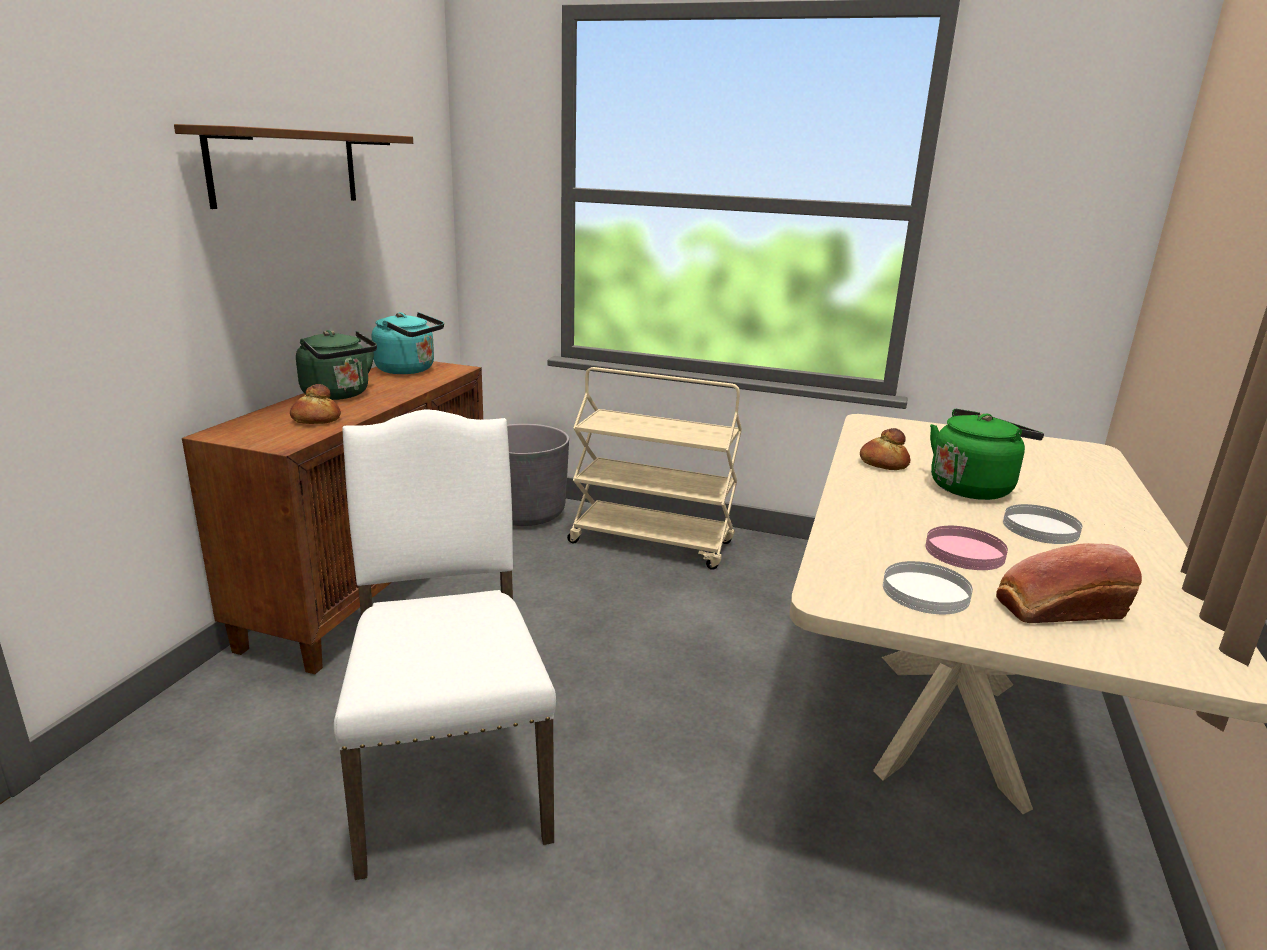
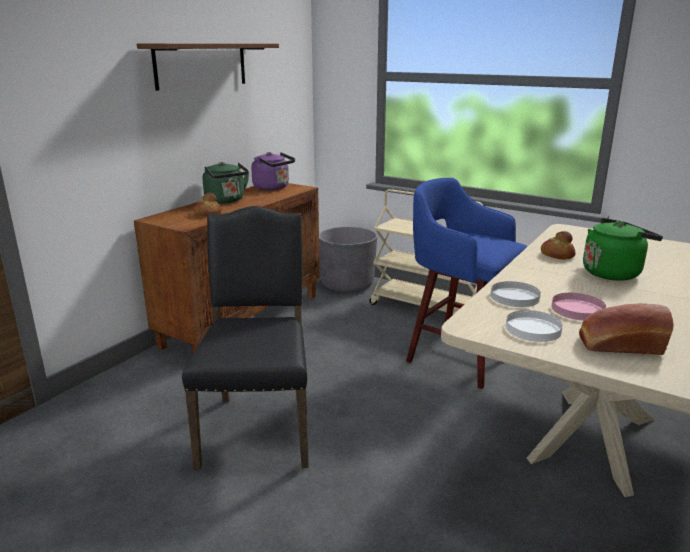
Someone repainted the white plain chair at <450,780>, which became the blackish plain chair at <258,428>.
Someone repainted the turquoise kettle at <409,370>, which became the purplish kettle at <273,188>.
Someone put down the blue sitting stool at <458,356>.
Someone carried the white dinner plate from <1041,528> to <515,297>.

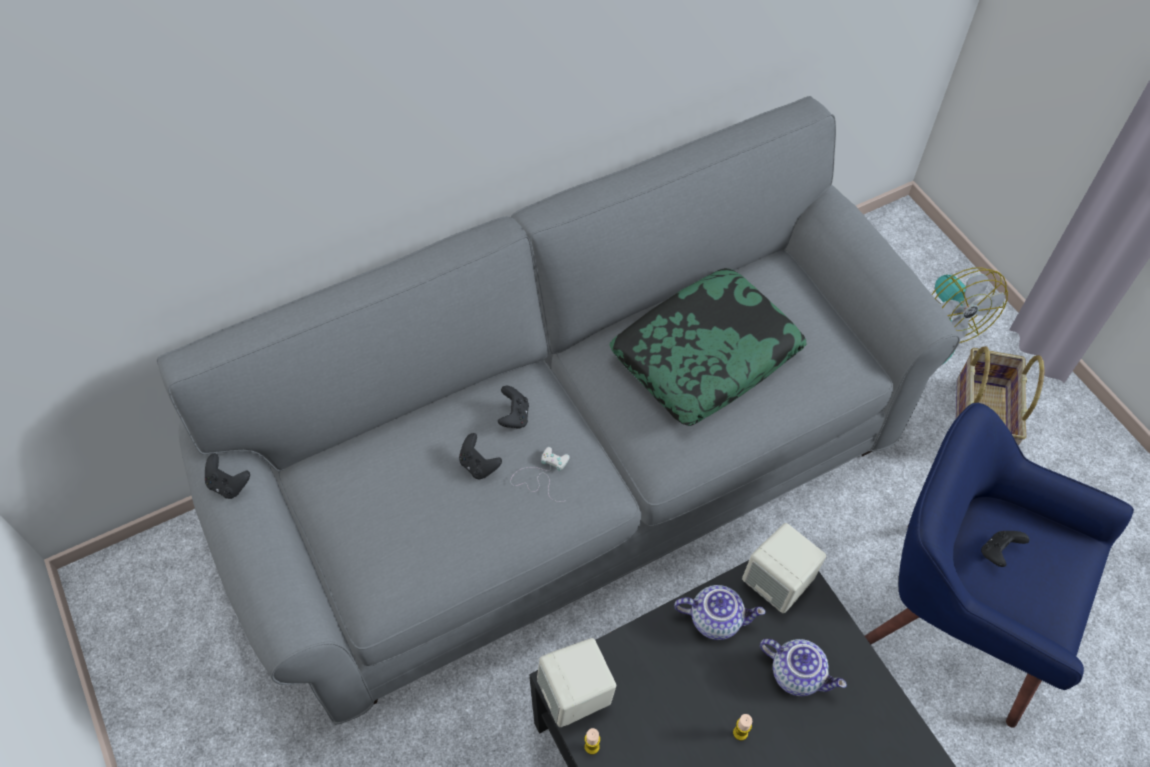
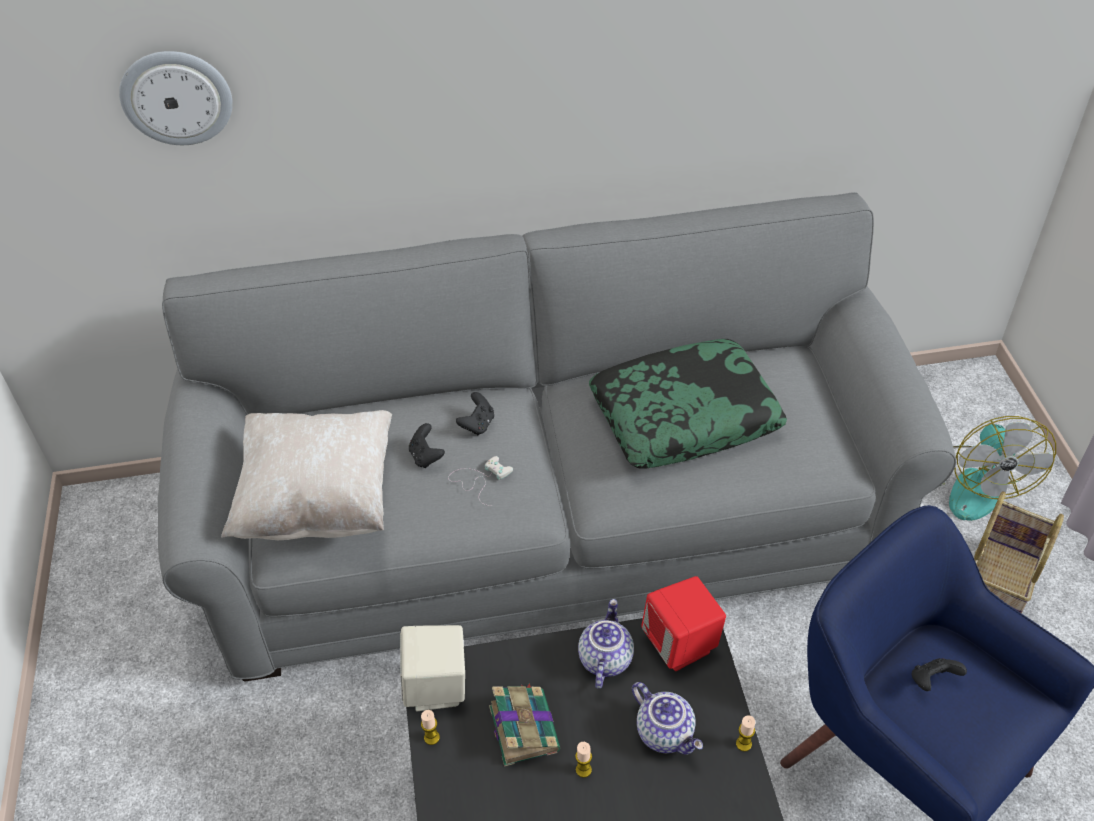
Someone put up the wall clock at <176,97>.
Someone put down the beige-coloured cushion at <318,499>.
Someone put down the book at <523,727>.
Someone rotated the pot for tea at <716,618> by 105 degrees counterclockwise.
Someone repainted the beige-coloured speaker at <778,583>, which became the red-coloured speaker at <681,644>.
Someone put down the wax candle at <743,744>.
Someone took away the blackish gamepad at <228,485>.

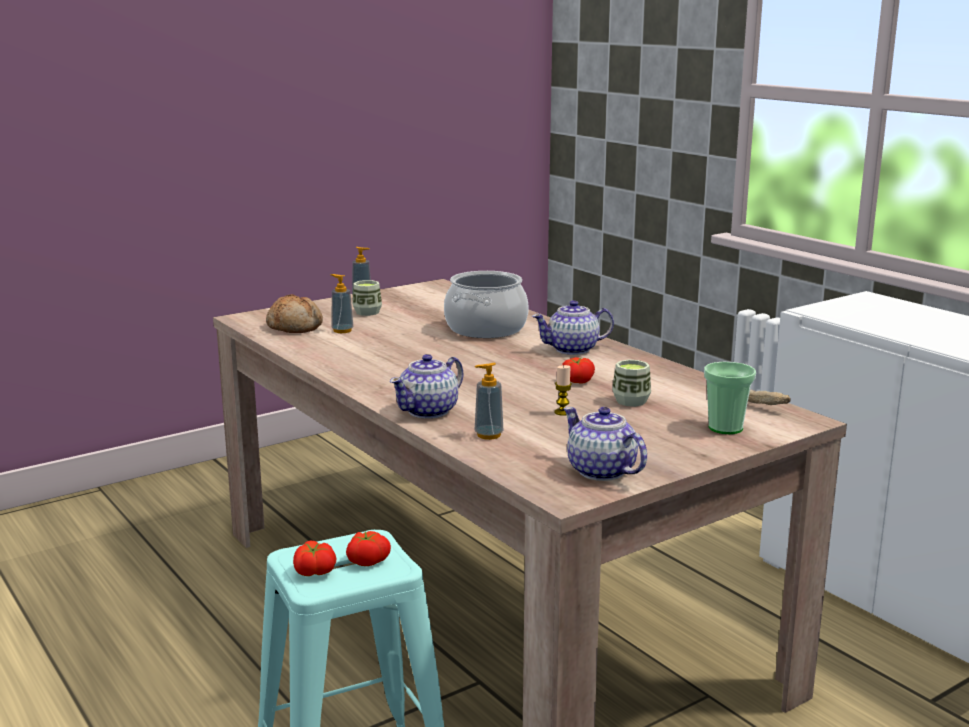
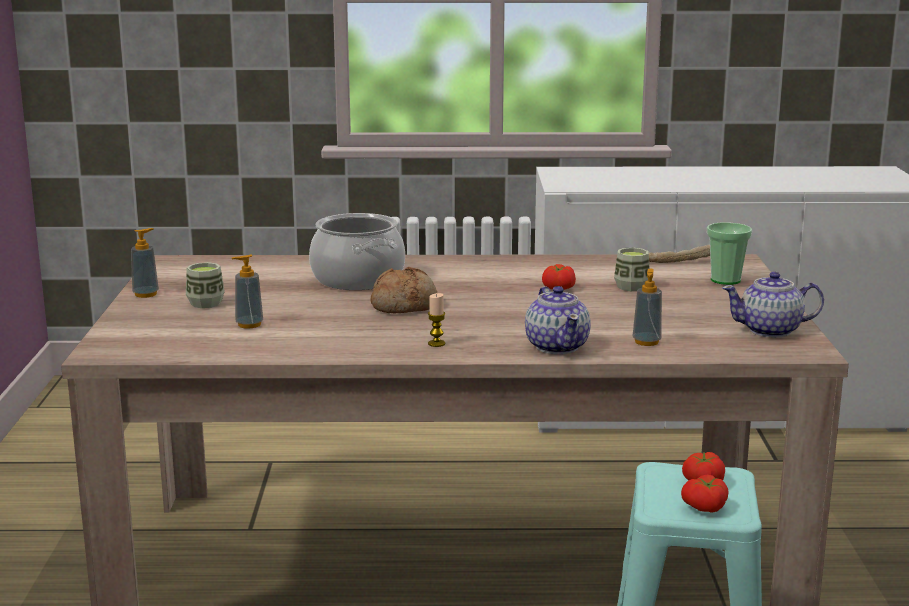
Someone carried the bakery bread from <295,327> to <404,305>.
Someone carried the wax candle from <562,412> to <436,344>.
Someone took away the pot for tea at <573,349>.

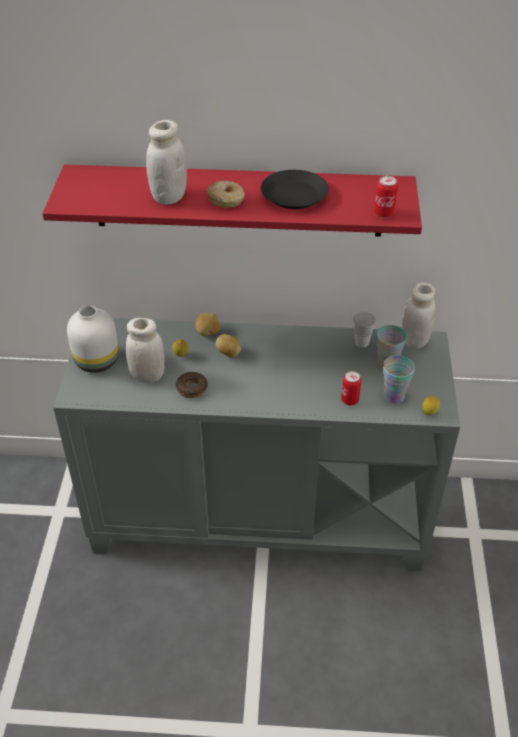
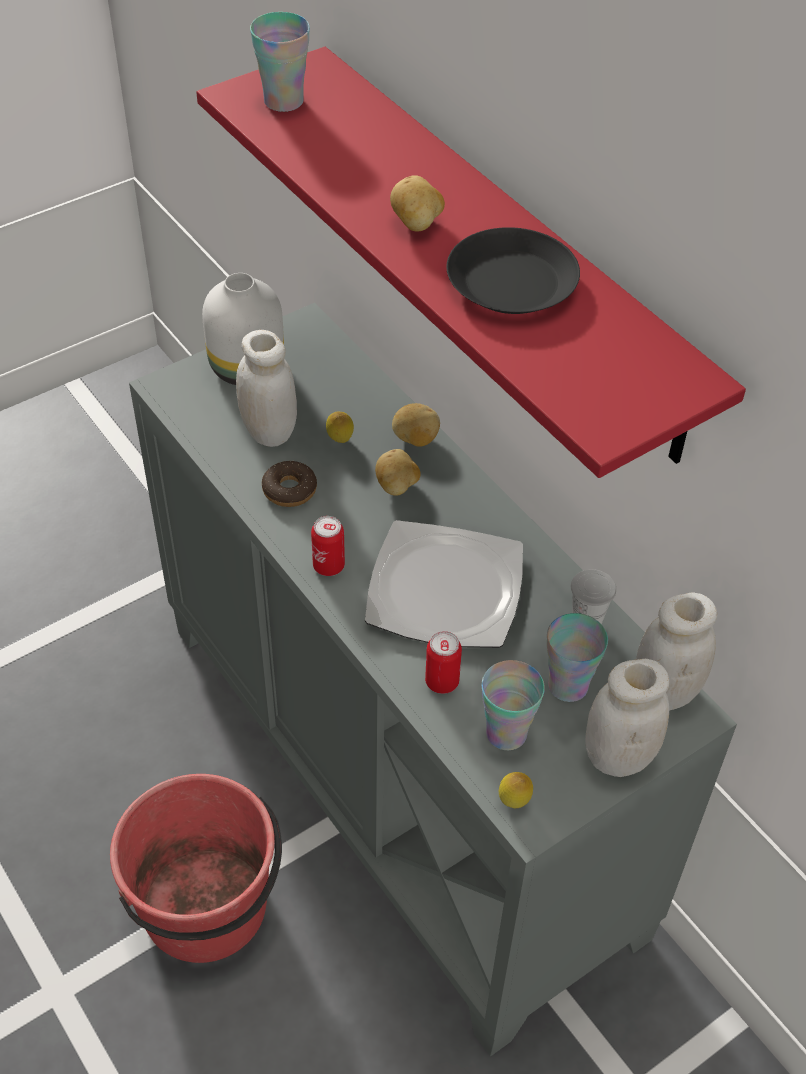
Someone put down the red-coloured pail at <206,907>.
Someone put down the drinking cup at <283,101>.
Someone carried the metal can from <383,213> to <328,566>.
Someone put down the dinner plate at <443,590>.
Someone swapped the ring doughnut at <226,199> for the potato at <416,224>.
Someone carried the white storage jar from <169,197> to <618,756>.

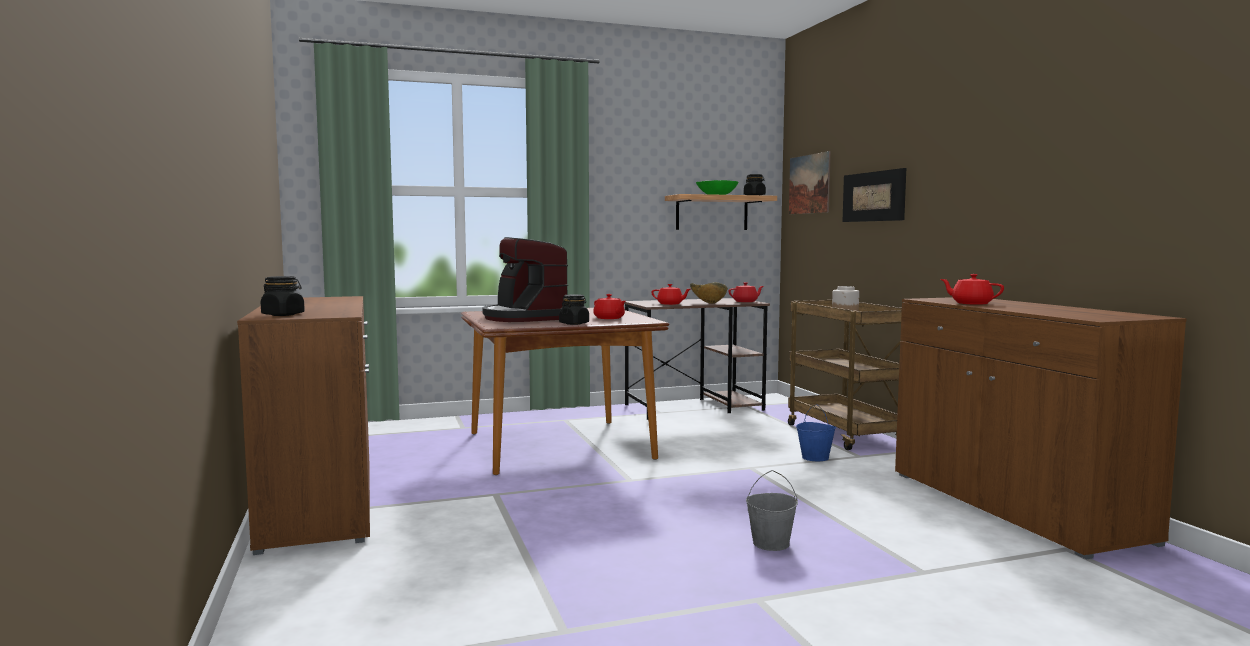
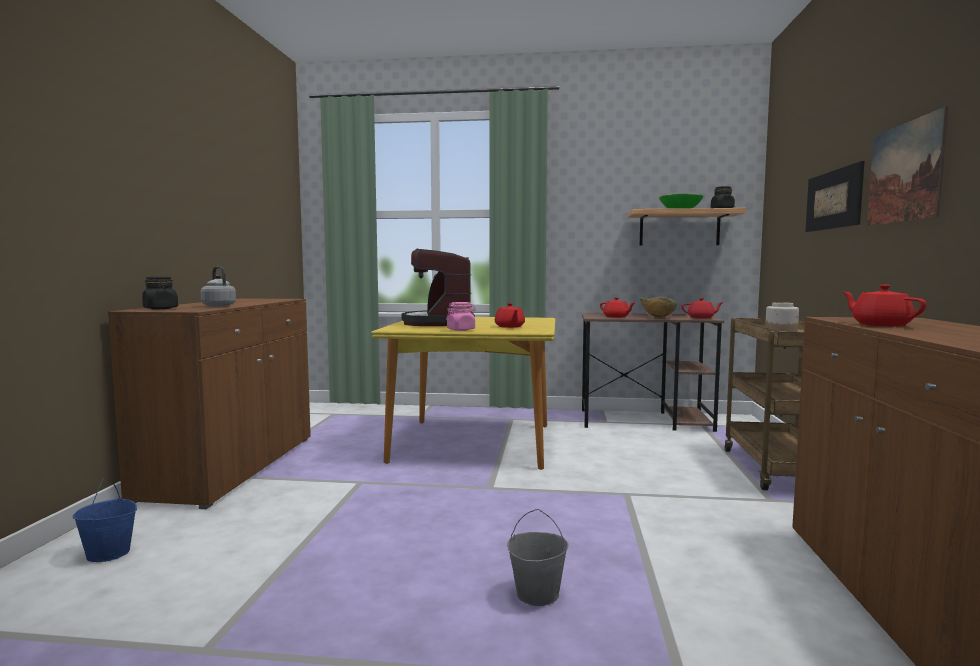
Someone carried the blue pail from <815,458> to <109,553>.
Someone put down the greyish kettle at <218,306>.
Someone repainted the brownish dining table at <560,446>, which became the yellow-coloured dining table at <474,443>.
Someone repainted the blackish storage jar at <574,323>, which became the pink storage jar at <461,330>.
Someone carried the wall picture from <809,184> to <904,172>.

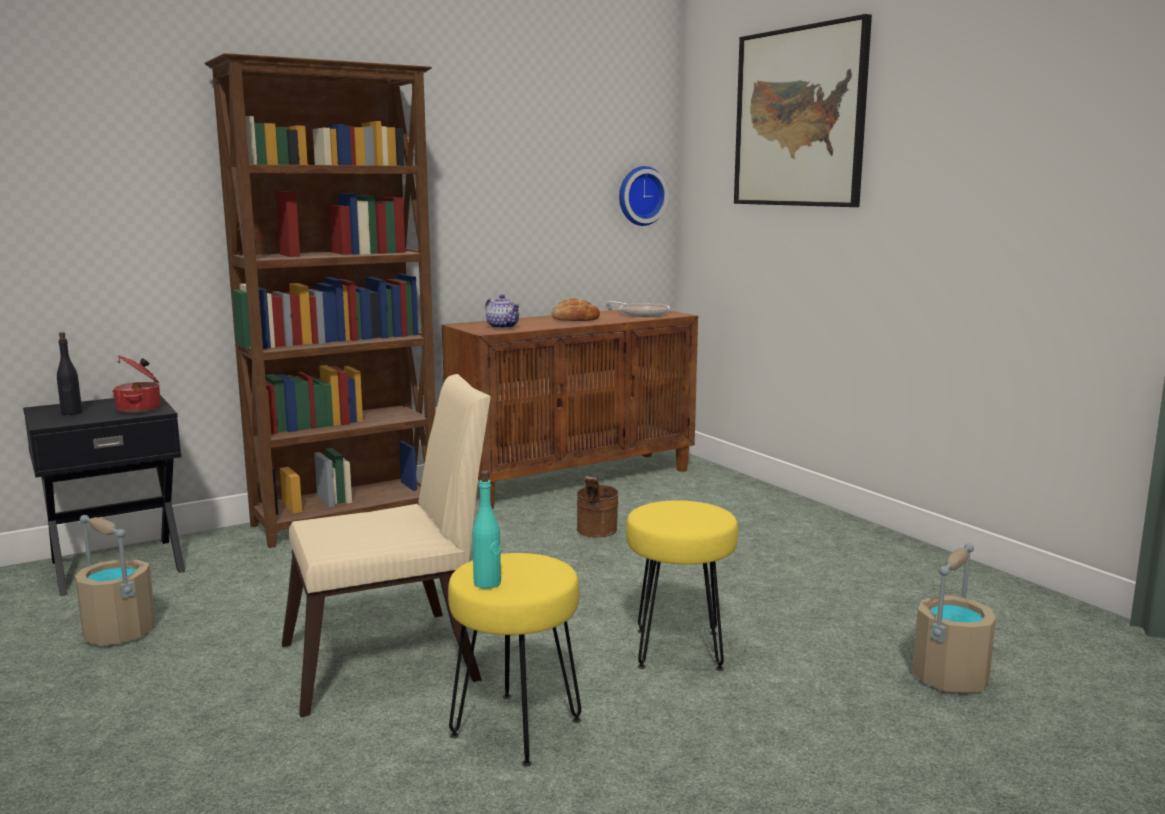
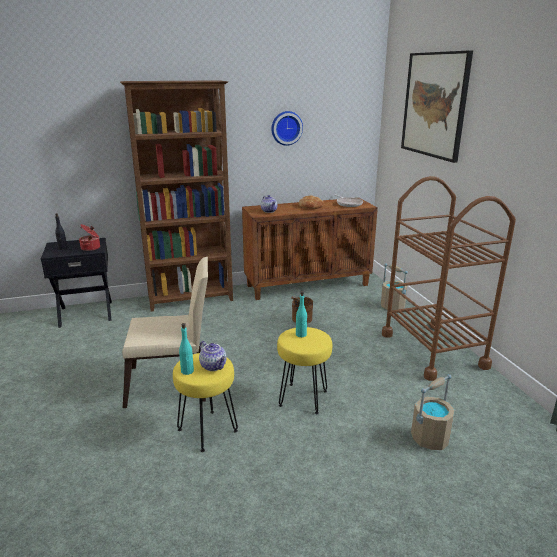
Someone put down the pot for tea at <214,366>.
Someone carried the wall clock from <640,196> to <286,128>.
Someone put down the turquoise drink bottle at <301,334>.
Someone carried the beige-coloured pail from <118,632> to <392,306>.
Someone put down the brownish trolley at <433,350>.

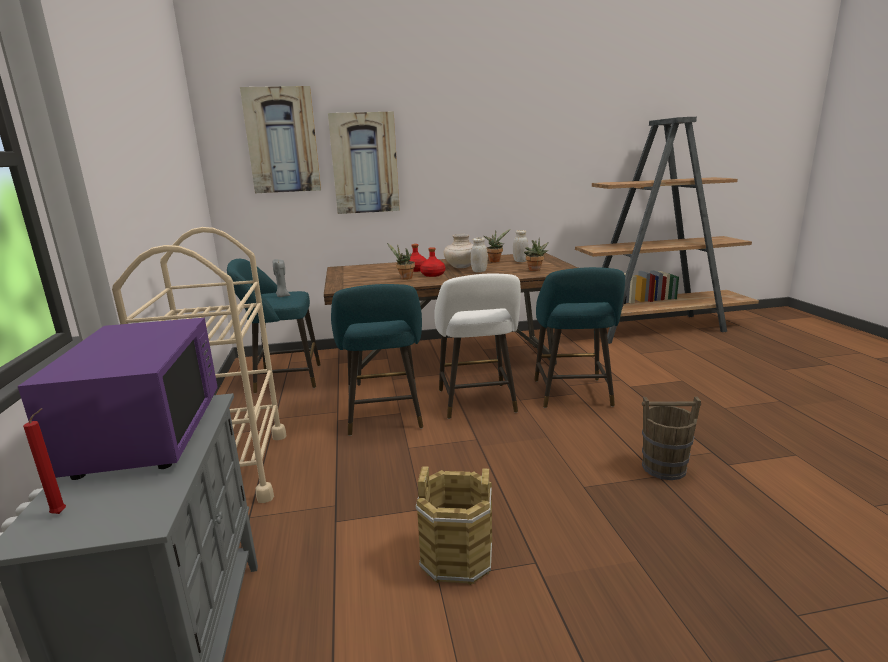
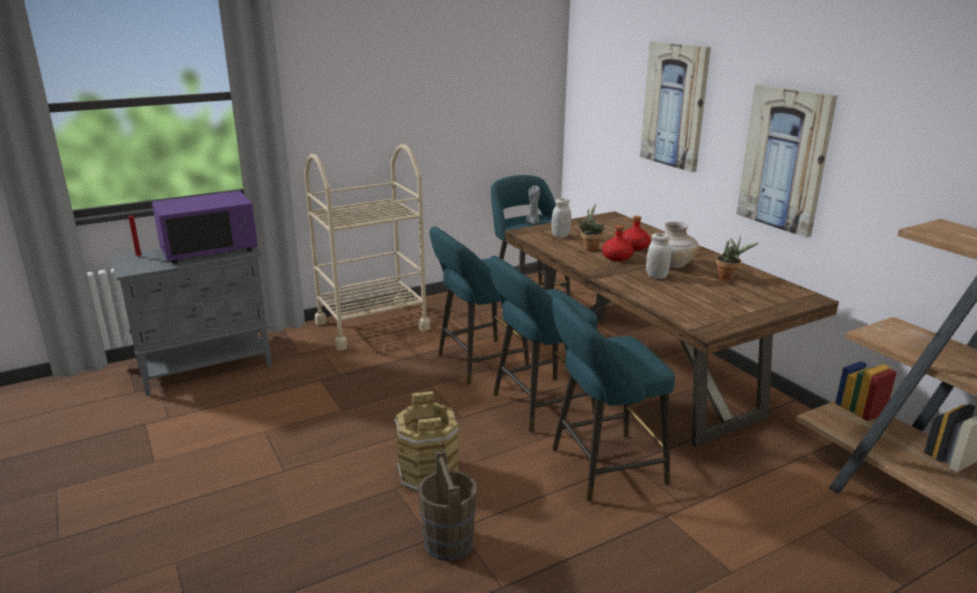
Someone carried the brownish pail from <456,558> to <427,474>.
Someone repainted the white sitting stool at <477,403>, which became the turquoise sitting stool at <538,406>.
Someone carried the white storage jar from <520,261> to <560,236>.
Someone carried the wall picture from <282,140> to <785,159>.
Someone took away the plant in a pot at <535,270>.

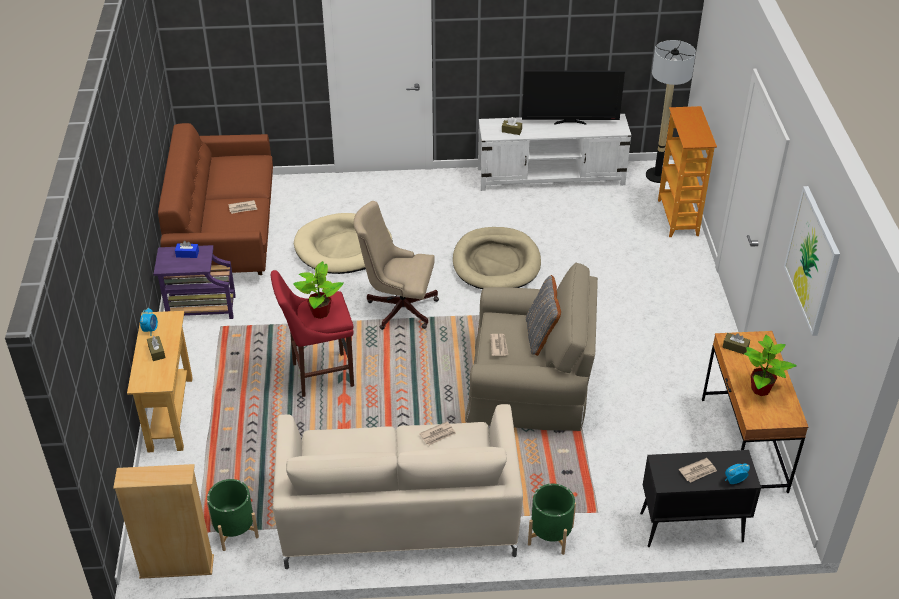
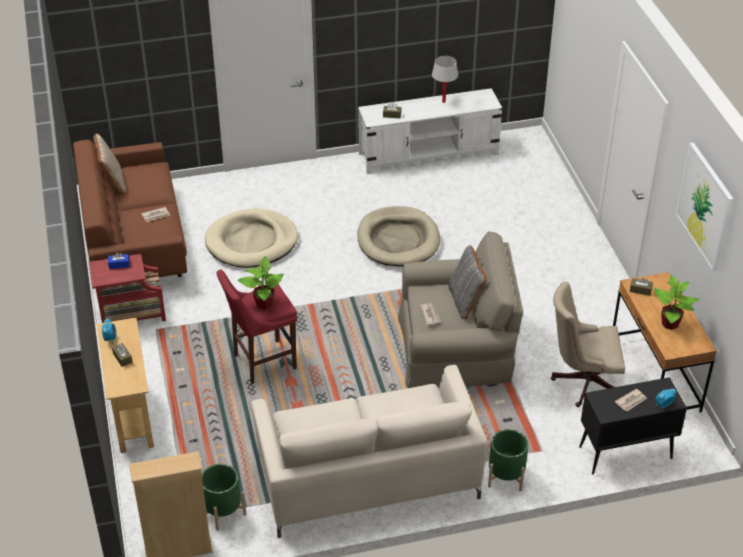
Someone repainted the purplish side table at <199,308>, which became the red-coloured side table at <131,315>.
Someone put down the beige-coloured cushion at <112,182>.
Someone swapped the television at <570,122> for the white tabletop lamp at <443,101>.
Someone carried the beige-coloured desk chair from <398,307> to <582,381>.
Someone took away the daily paper at <438,434>.
Someone took away the standard lamp at <657,175>.
Someone took away the shelving unit at <678,218>.

